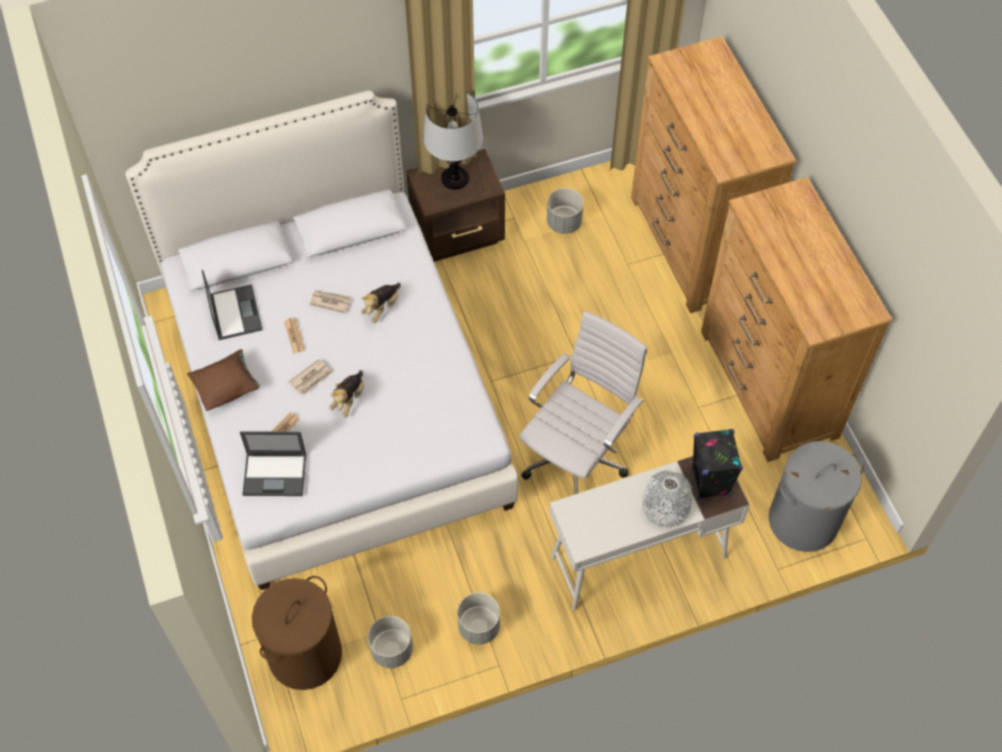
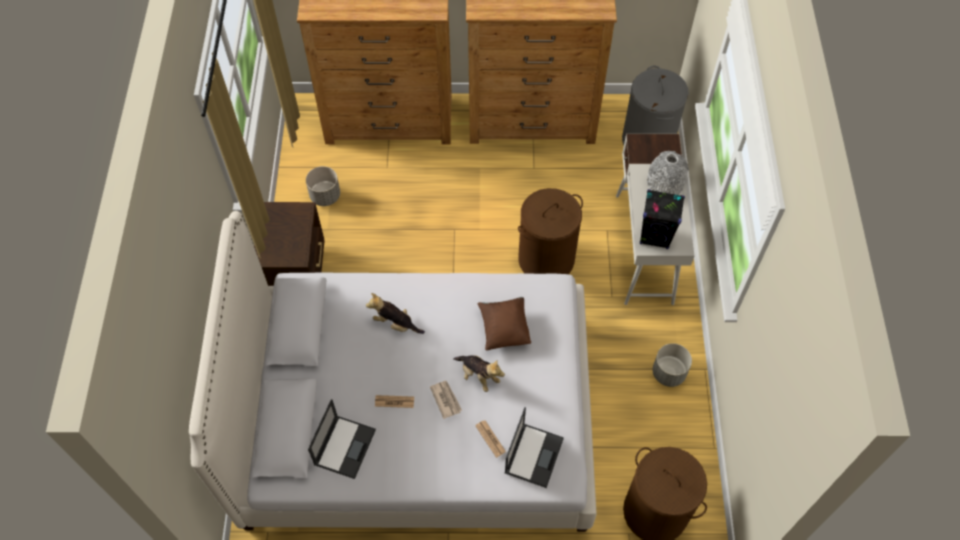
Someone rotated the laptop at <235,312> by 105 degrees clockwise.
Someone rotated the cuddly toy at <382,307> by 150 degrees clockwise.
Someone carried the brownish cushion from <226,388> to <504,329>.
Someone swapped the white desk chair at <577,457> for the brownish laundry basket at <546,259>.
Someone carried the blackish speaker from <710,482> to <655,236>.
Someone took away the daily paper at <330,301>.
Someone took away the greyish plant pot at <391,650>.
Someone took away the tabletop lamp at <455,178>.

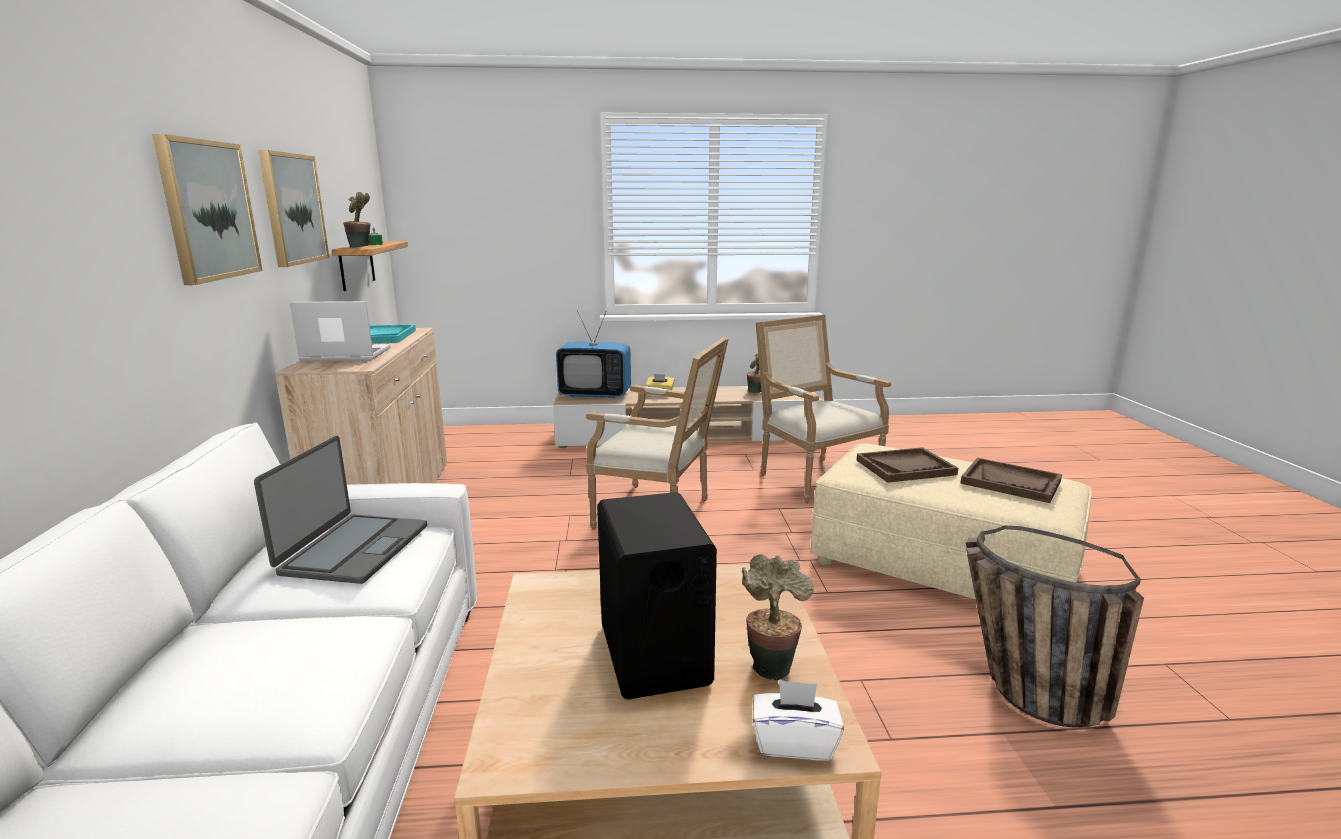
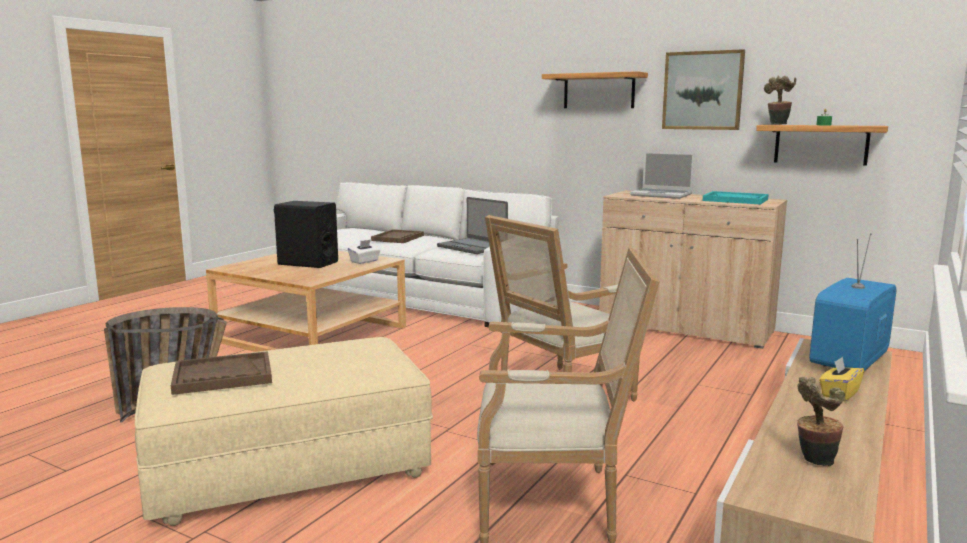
Someone carried the white tissue box from <794,742> to <364,261>.
Someone carried the brownish tray from <905,467> to <398,238>.
Someone swapped the wall picture at <208,210> for the wall shelf at <599,91>.
Someone rotated the laptop at <344,355> by 90 degrees clockwise.
Someone took away the plant in a pot at <771,665>.

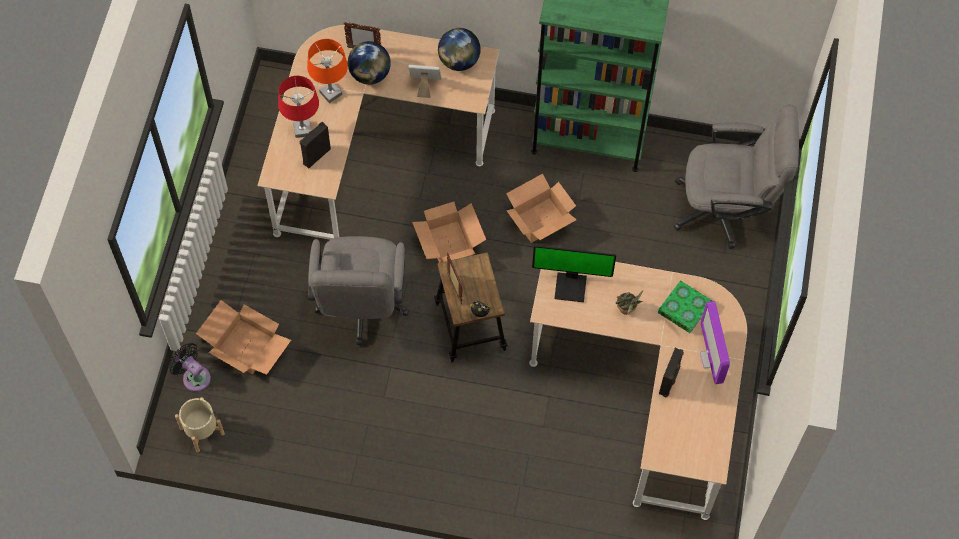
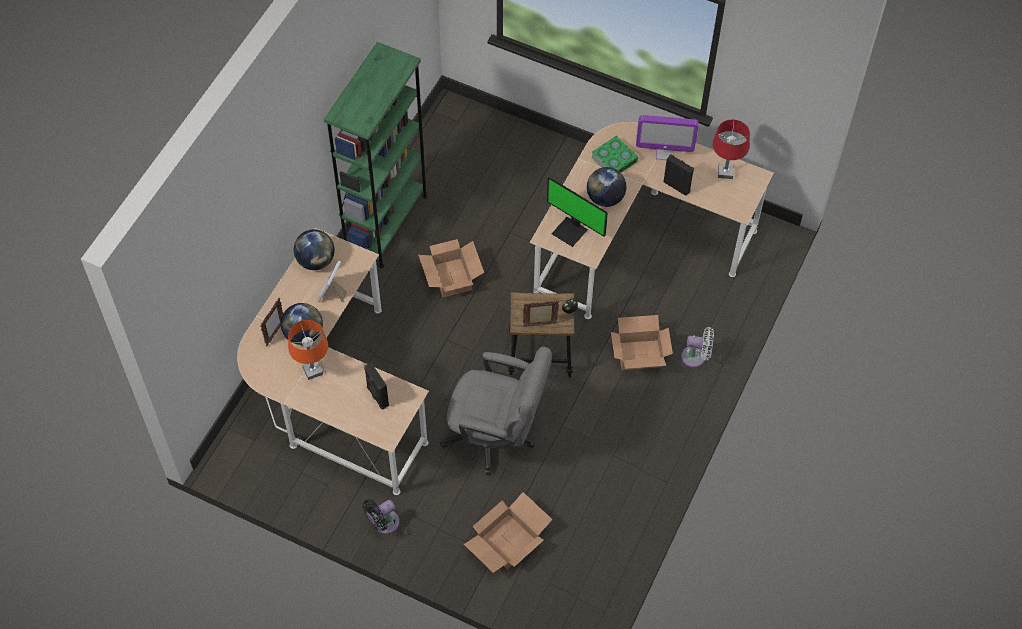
Someone carried the blackish cooling fan from <194,376> to <383,523>.
Someone rotated the computer display at <571,286> by 105 degrees clockwise.
Someone swapped the plant in a pot at <626,311> for the globe at <605,198>.
Someone carried the carton from <449,243> to <639,354>.
Someone put down the white cooling fan at <696,357>.
Someone carried the red-coloured tabletop lamp from <302,130> to <725,172>.
Someone took away the beige-coloured plant pot at <202,431>.
Someone took away the greyish desk chair at <727,209>.

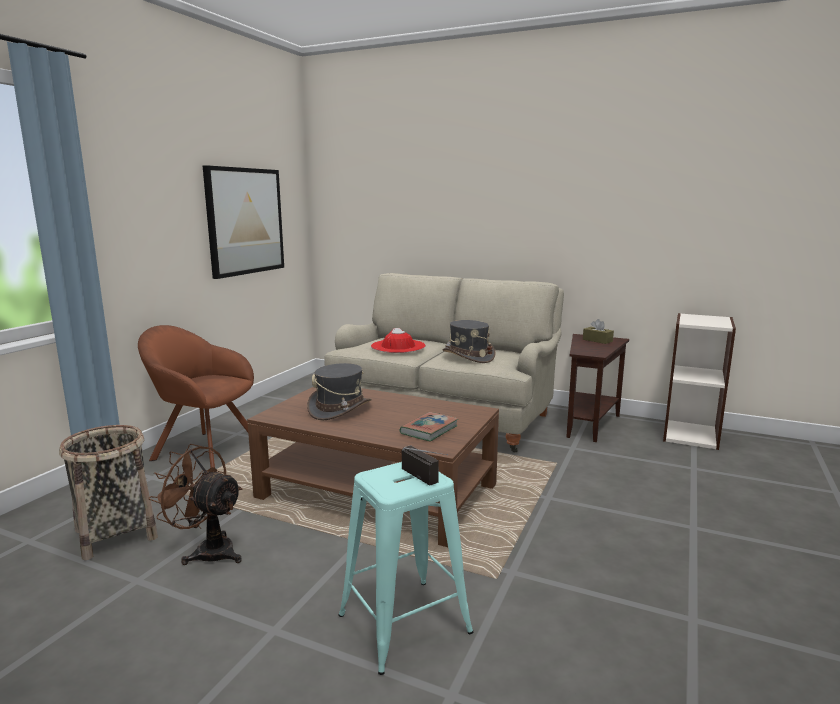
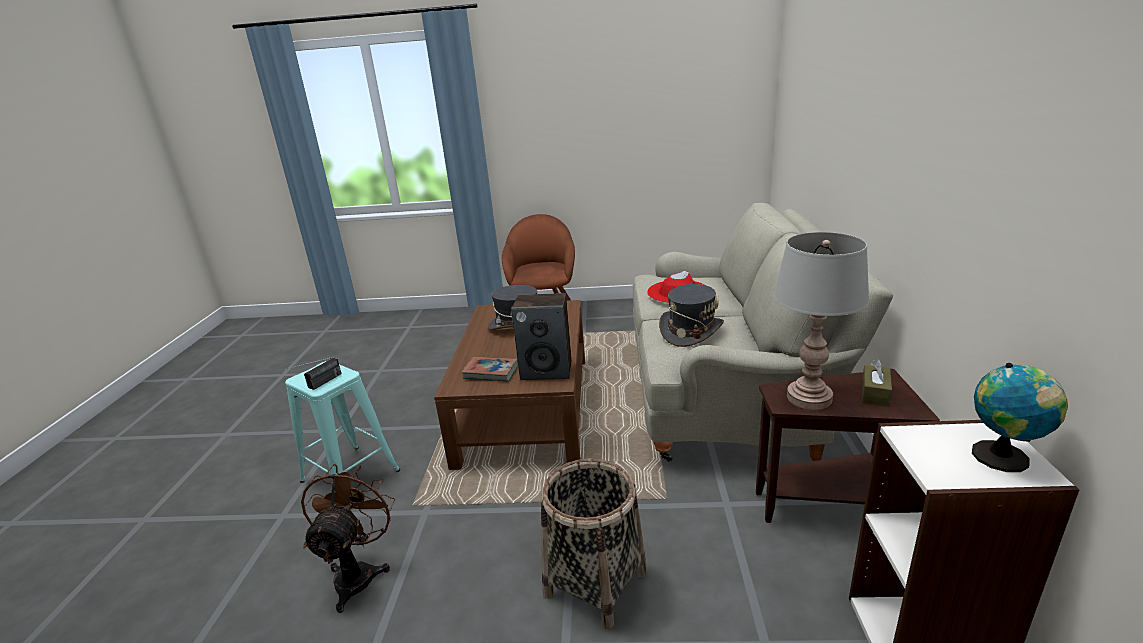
Someone carried the brownish cooling fan from <207,550> to <359,573>.
Someone put down the speaker at <547,370>.
Someone carried the basket from <115,534> to <595,583>.
Someone put down the greyish tabletop lamp at <808,398>.
Someone put down the globe at <1004,458>.
Someone took away the wall picture at <245,221>.

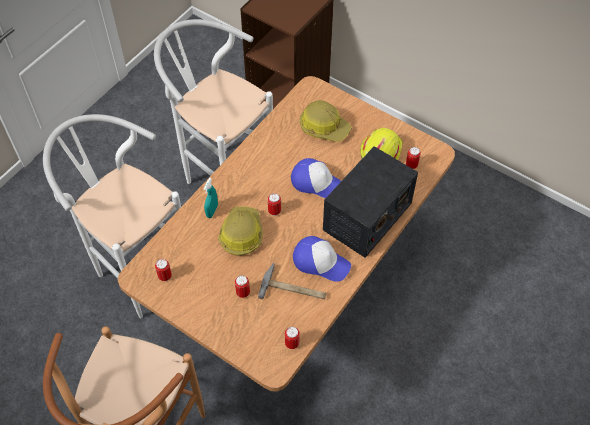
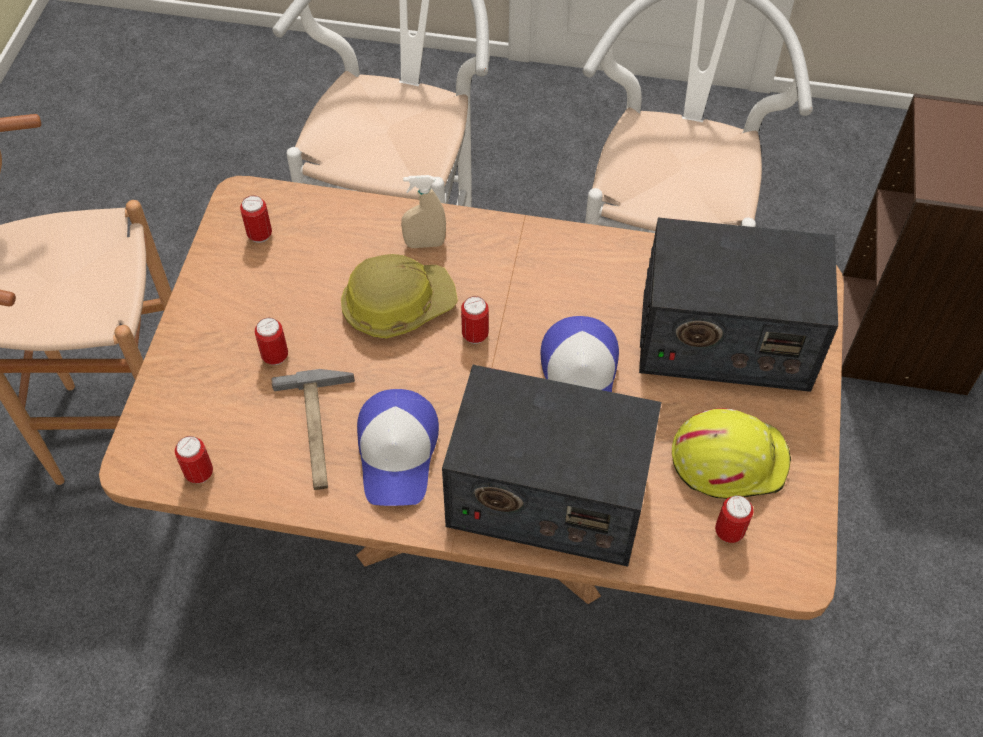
Someone repainted the turquoise spray bottle at <212,211>, which became the beige-coloured spray bottle at <425,244>.
Someone swapped the work helmet at <324,127> for the radio receiver at <724,338>.

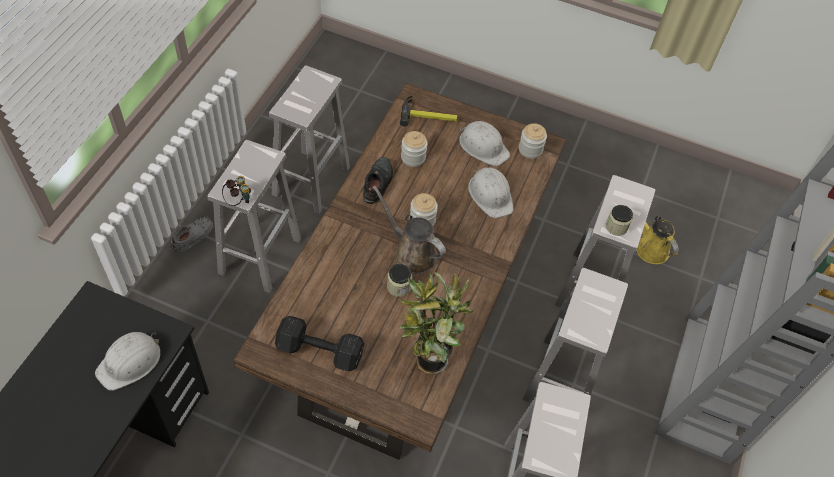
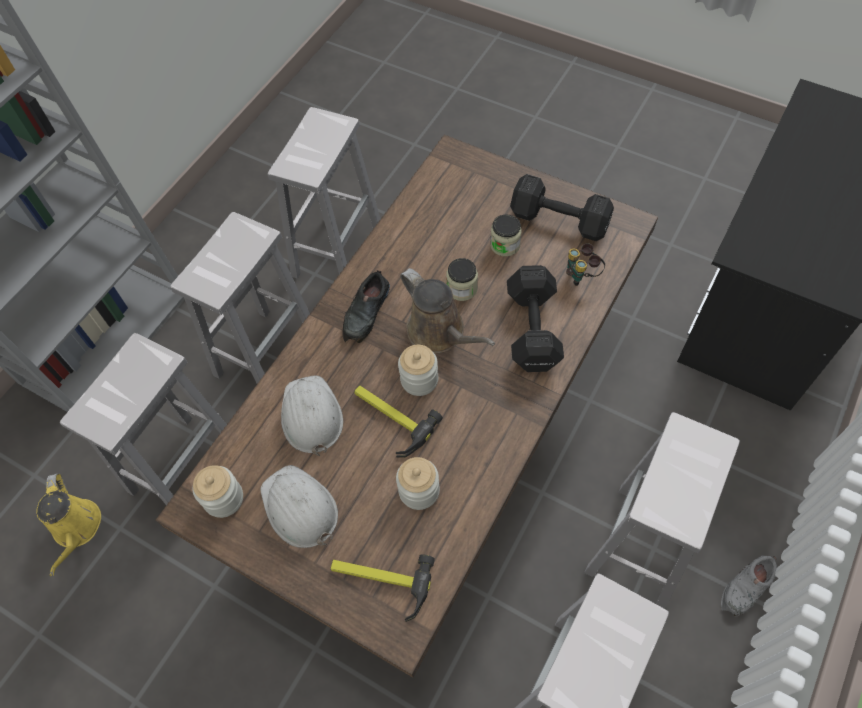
Someone carried the blackish low shoe from <377,182> to <366,313>.
Someone put down the hammer at <390,419>.
Someone carried the storage jar from <616,227> to <505,245>.
Someone put down the blackish free weight at <532,331>.
Someone carried the pair of binoculars from <238,201> to <582,275>.
Someone took away the white work helmet at <130,362>.
Someone took away the plant in a pot at <427,361>.

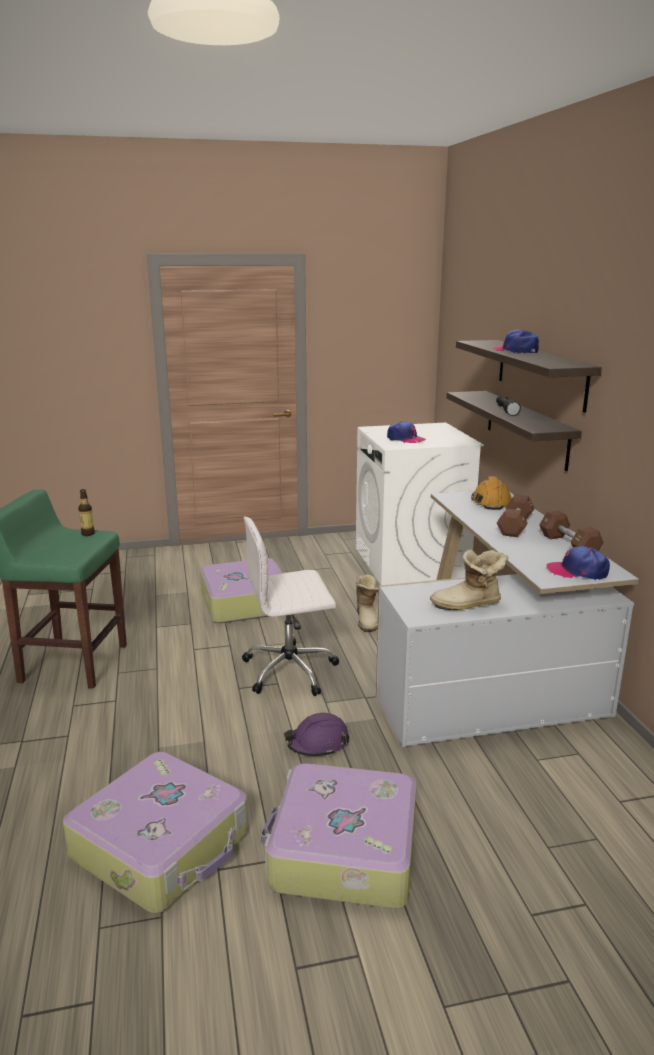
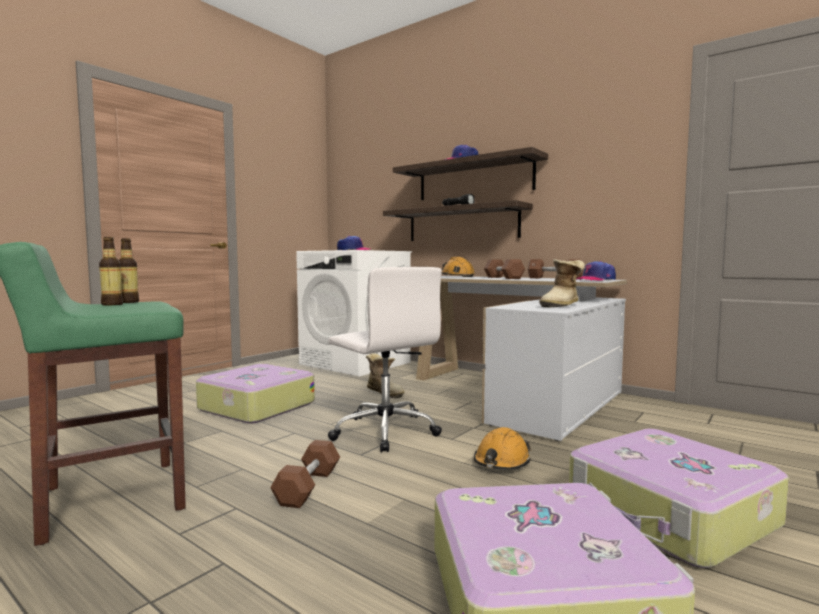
Someone put down the drink bottle at <112,304>.
Someone put down the brownish free weight at <308,487>.
Someone rotated the white desk chair at <291,670> by 75 degrees counterclockwise.
Someone repainted the purplish work helmet at <317,744>, which became the orangey work helmet at <501,462>.

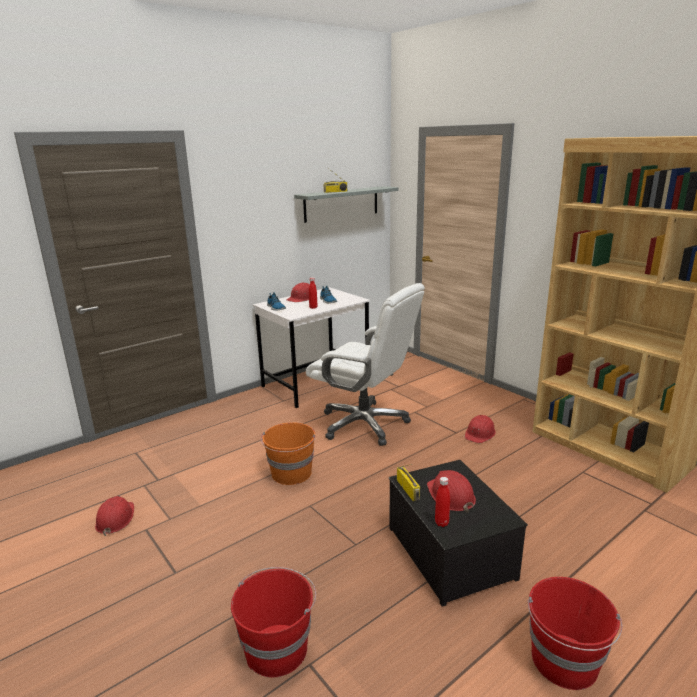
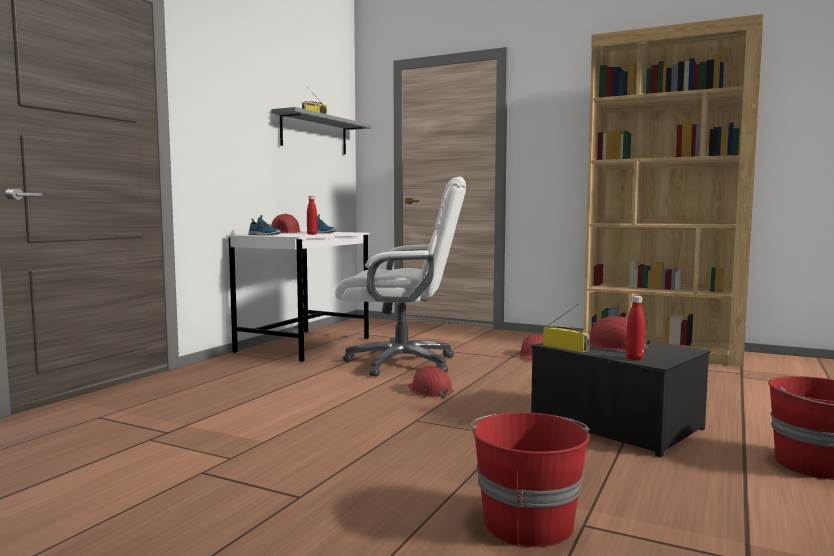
Someone carried the red-coloured work helmet from <115,519> to <430,391>.
Someone took away the orangey pail at <291,473>.

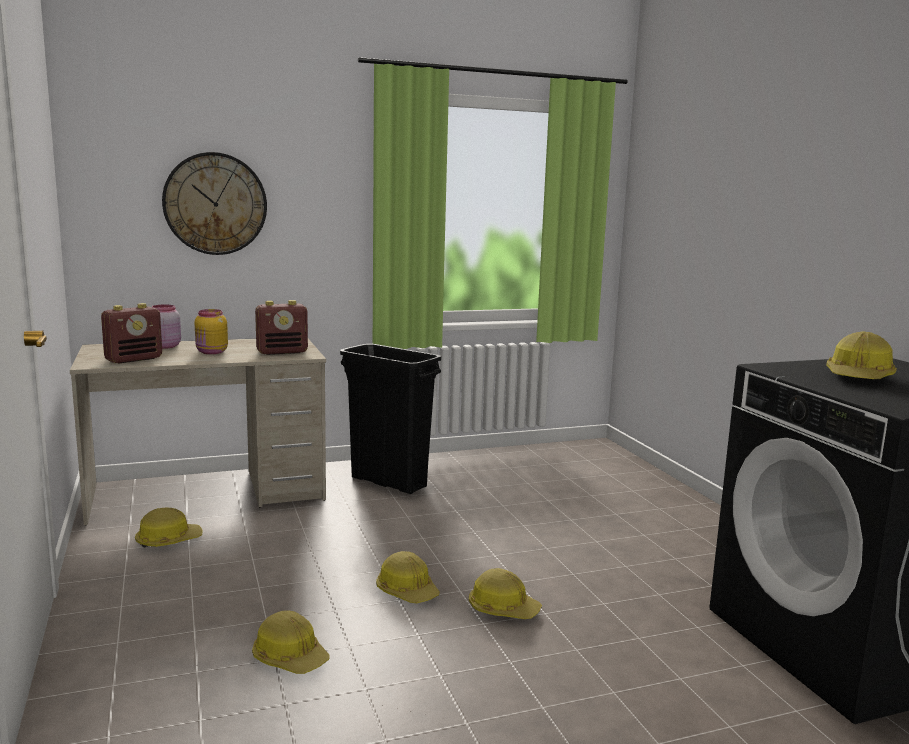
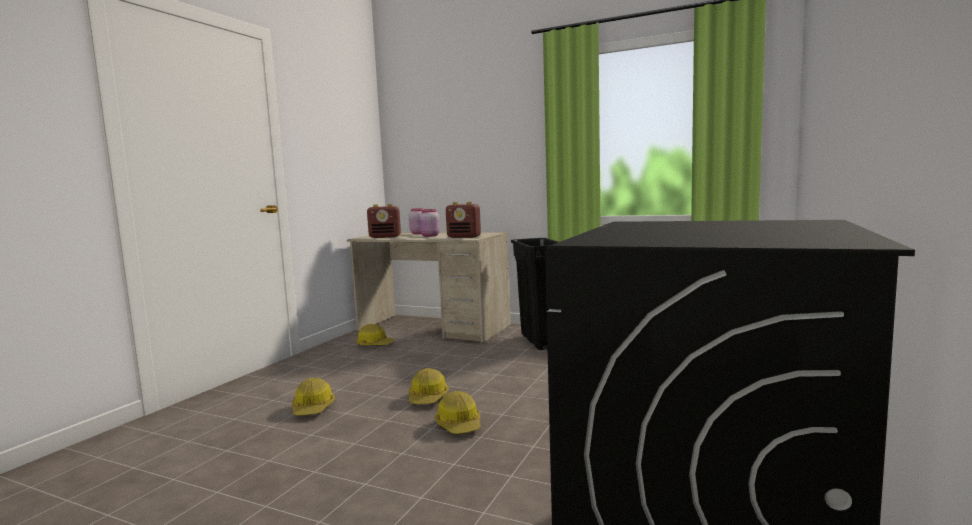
Someone repainted the yellow-coloured storage jar at <211,352>, which became the pink storage jar at <429,236>.
Someone took away the wall clock at <215,204>.
Someone took away the work helmet at <859,377>.

